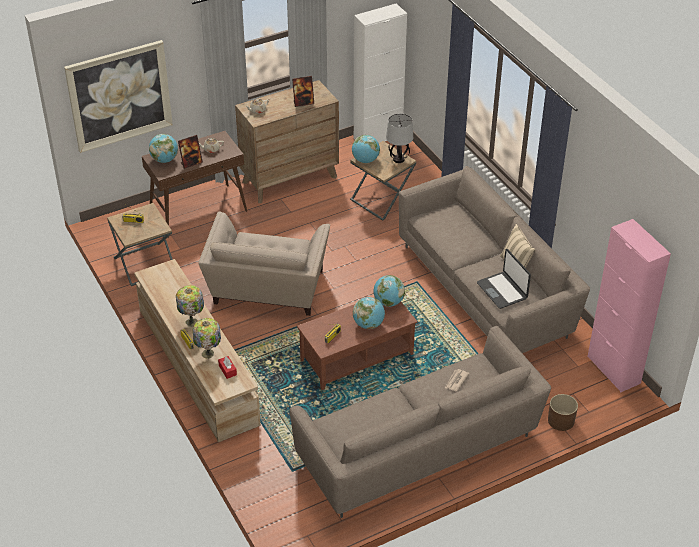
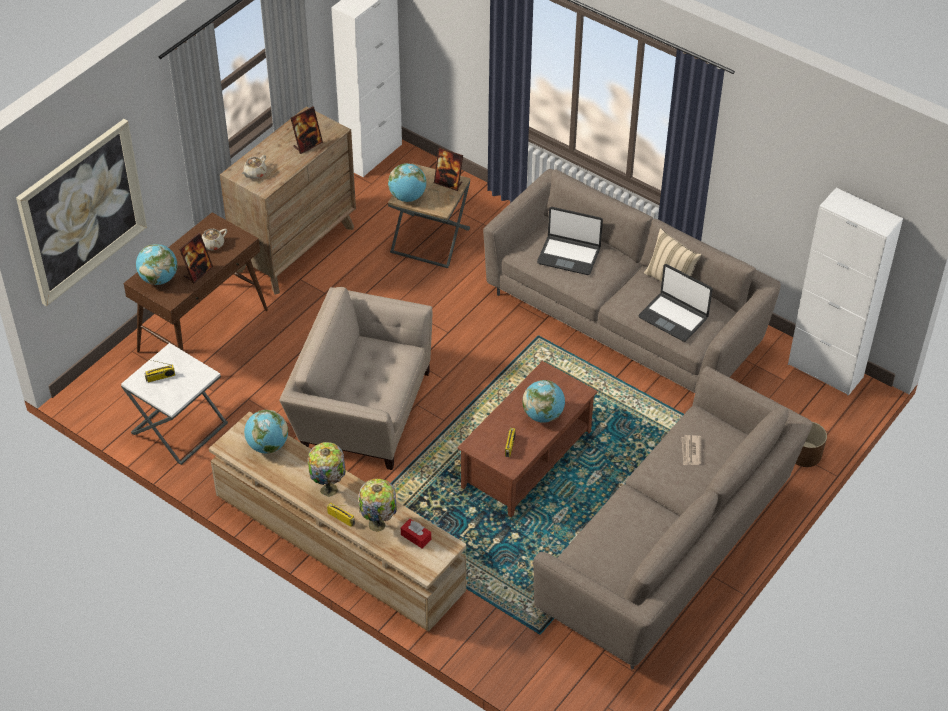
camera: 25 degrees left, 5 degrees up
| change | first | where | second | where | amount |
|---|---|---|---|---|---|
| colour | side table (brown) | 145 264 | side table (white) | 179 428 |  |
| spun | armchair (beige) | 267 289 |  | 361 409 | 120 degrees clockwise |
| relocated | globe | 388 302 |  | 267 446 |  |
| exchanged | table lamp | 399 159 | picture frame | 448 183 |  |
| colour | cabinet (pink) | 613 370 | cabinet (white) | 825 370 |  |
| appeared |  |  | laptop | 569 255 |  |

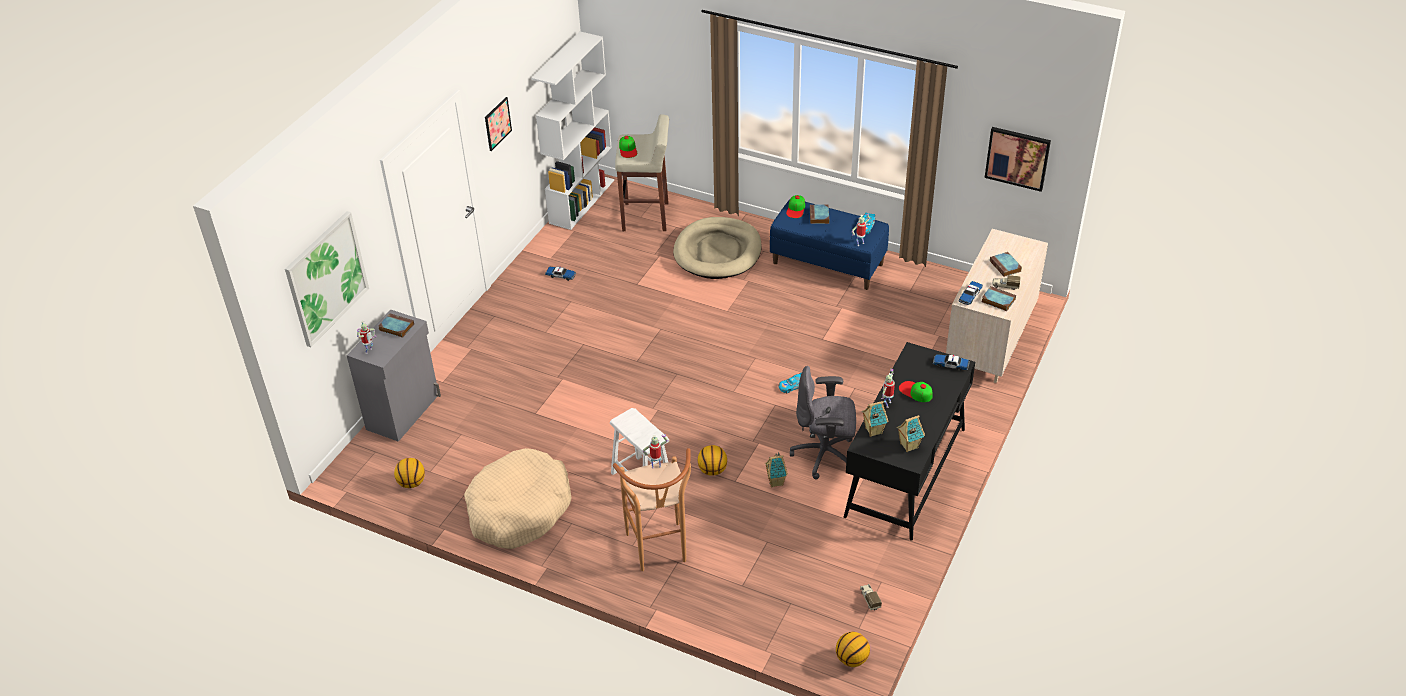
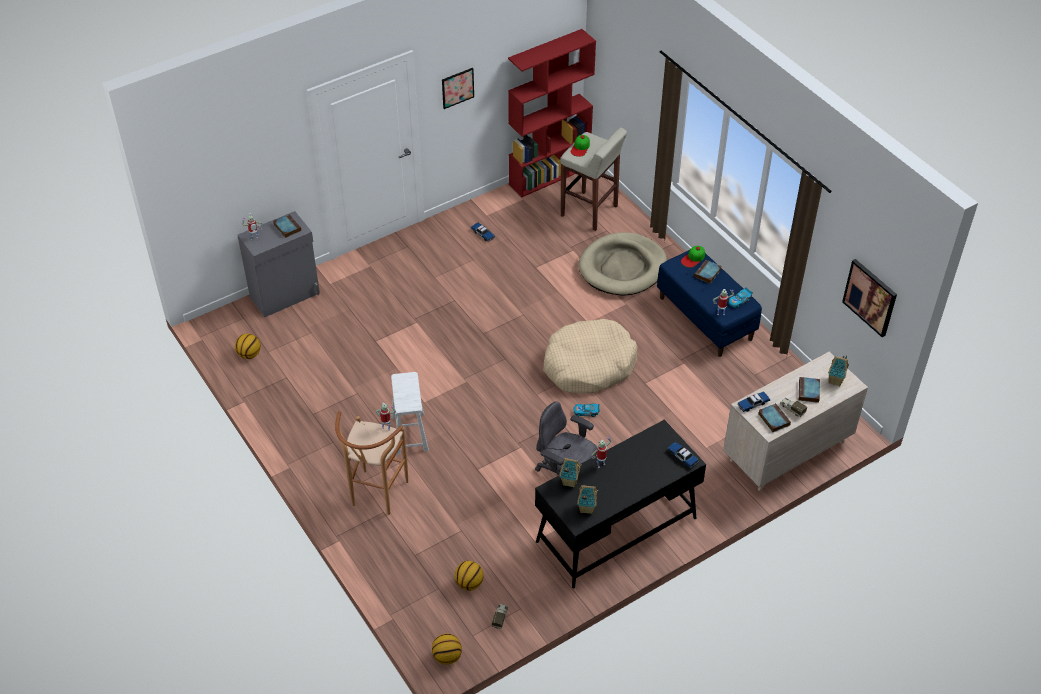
camera: 30 degrees right, 5 degrees up
| change | first | where | second | where | amount |
|---|---|---|---|---|---|
| missing | picture | 326 278 |  |  |  |
| relocated | dog bed (beige) | 519 509 |  | 588 365 |  |
| colour | bookcase (white) | 581 201 | bookcase (red) | 549 175 |  |
| relocated | basketball | 712 470 |  | 469 583 |  |
| relocated | toy house | 776 482 |  | 836 381 |  |
| missing | cap | 915 392 |  |  |  |

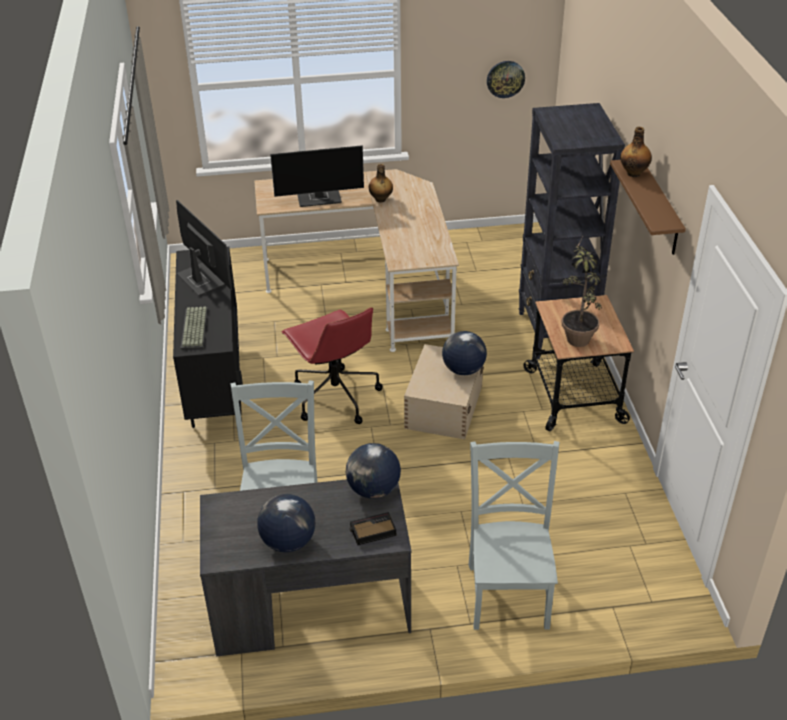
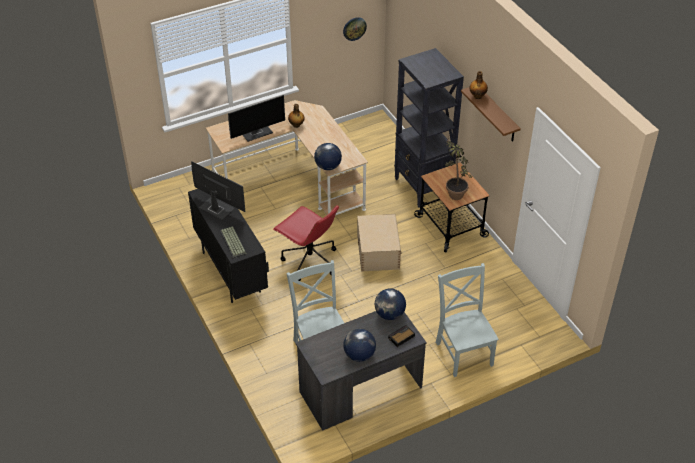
camera: 20 degrees left, 5 degrees up
| change | first | where | second | where | amount |
|---|---|---|---|---|---|
| relocated | globe | 463 370 |  | 328 167 |  |

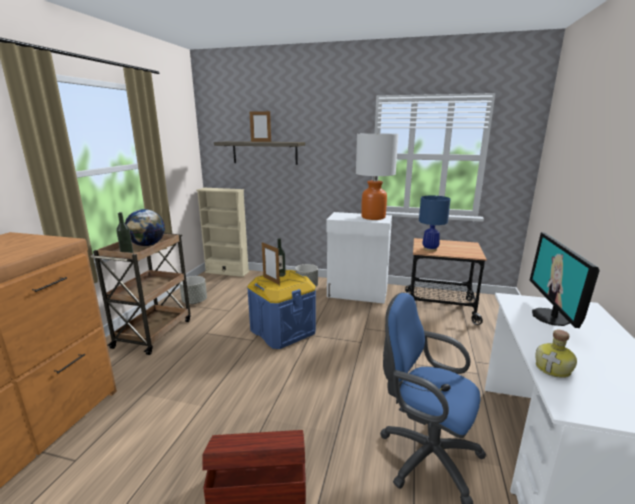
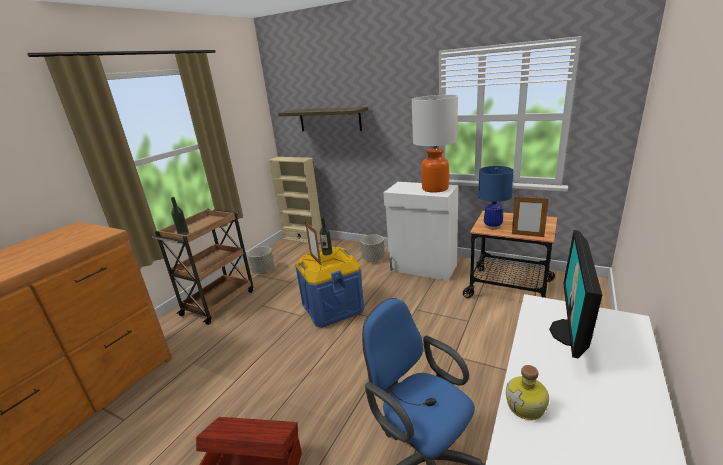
camera: 15 degrees right, 5 degrees up
| change | first | where | second | where | amount |
|---|---|---|---|---|---|
| missing | globe | 147 245 |  |  |  |
| relocated | picture frame | 261 141 |  | 527 235 |  |

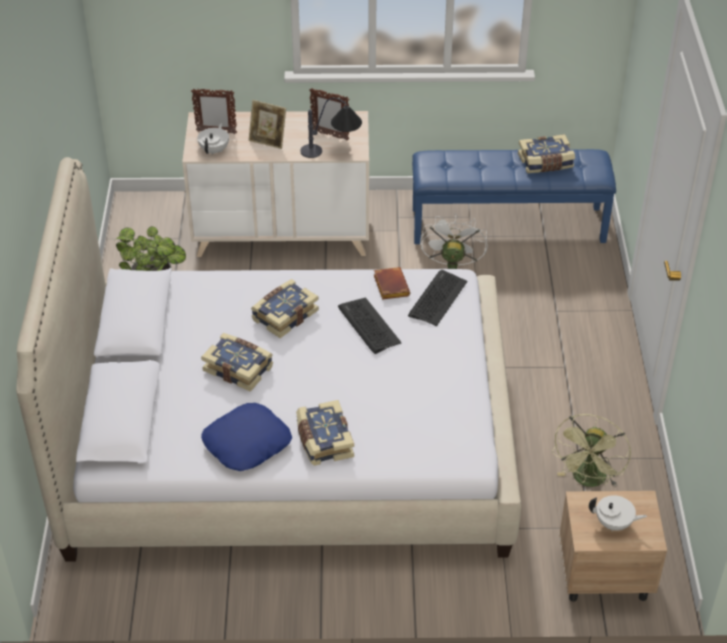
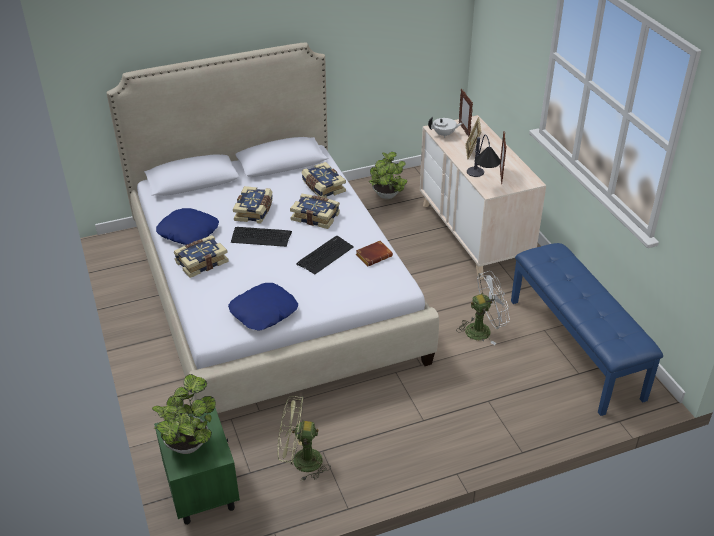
camera: 70 degrees right, 5 degrees down
| change | first | where | second | where | amount |
|---|---|---|---|---|---|
| relocated | keyboard | 437 298 |  | 261 237 |  |
| relocated | book | 545 162 |  | 323 187 |  |
| colour | nightstand (beige) | 603 575 | nightstand (green) | 202 491 |  |
| exchanged | teapot (white) | 614 524 | potted plant | 188 442 |  |
| appeared |  |  | pillow (blue) | 264 312 |  |

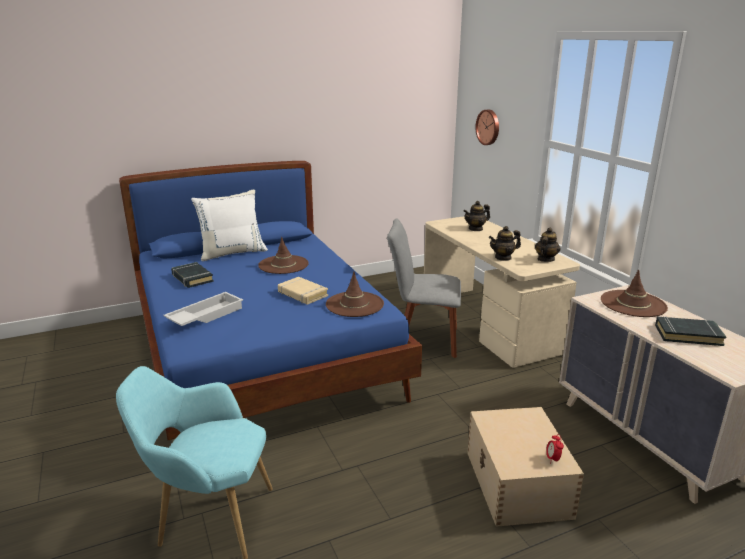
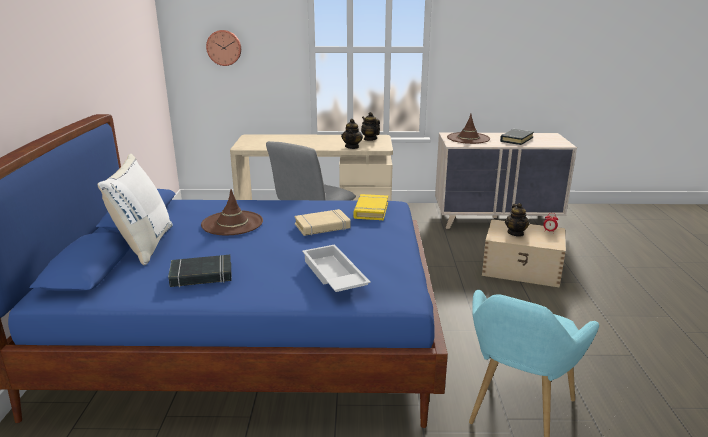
camera: 65 degrees left, 0 degrees up
| change | first | where | second | where | amount |
|---|---|---|---|---|---|
| exchanged | hat (brown) | 354 304 | book (yellow) | 371 210 |  |
| relocated | teapot | 476 229 |  | 516 233 |  |

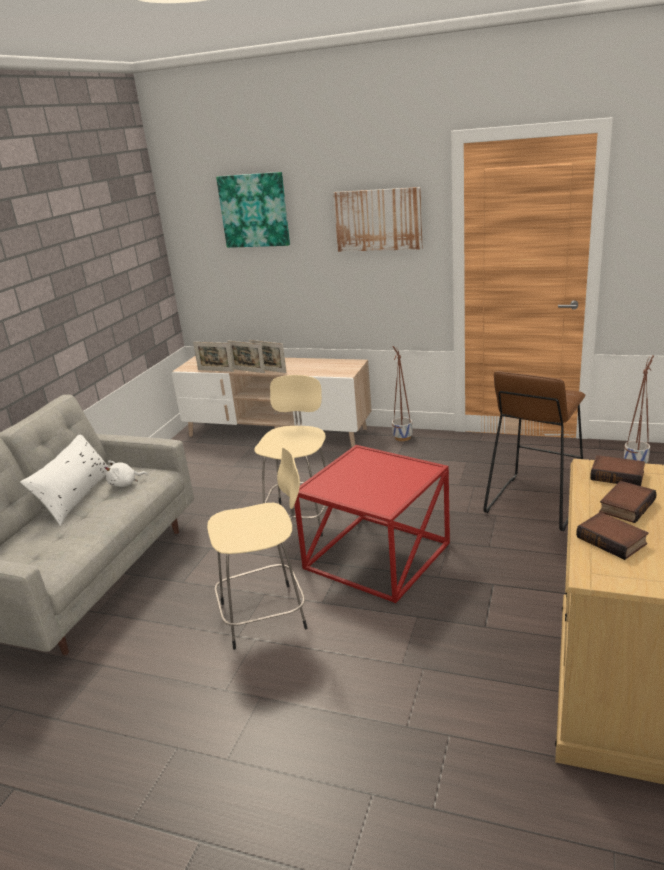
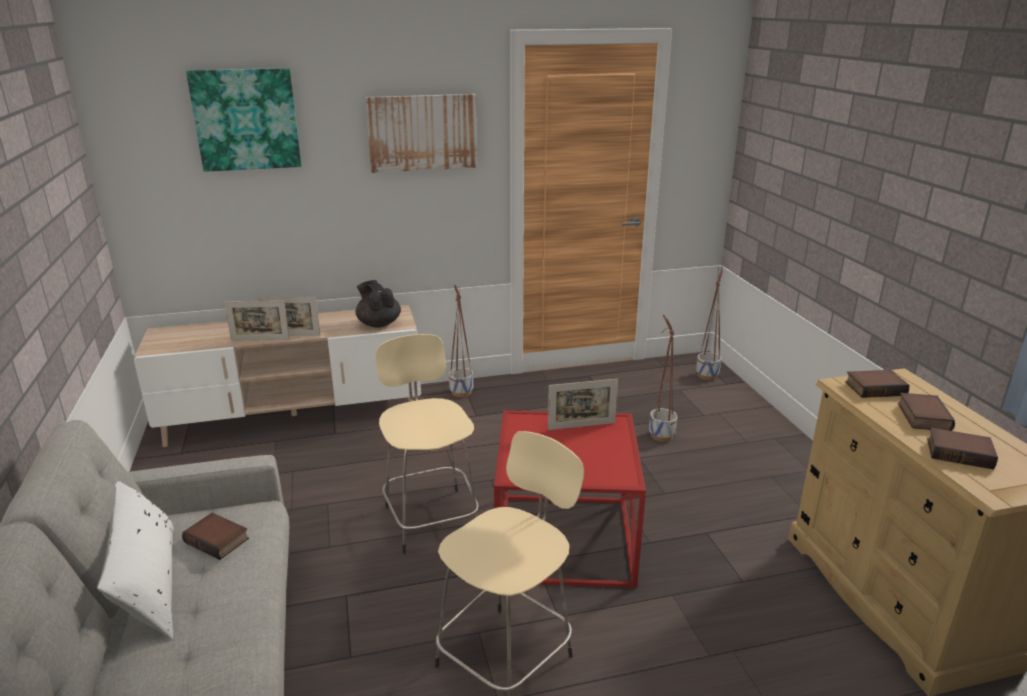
camera: 35 degrees left, 0 degrees up
| change | first | where | second | where | amount |
|---|---|---|---|---|---|
| exchanged | plush toy (white) | 125 484 | book | 218 540 |  |
| relocated | picture frame | 215 370 |  | 581 426 |  |
| exchanged | stool (brown) | 534 503 | planter | 661 436 |  |
| appeared |  |  | teapot (black) | 378 324 |  |

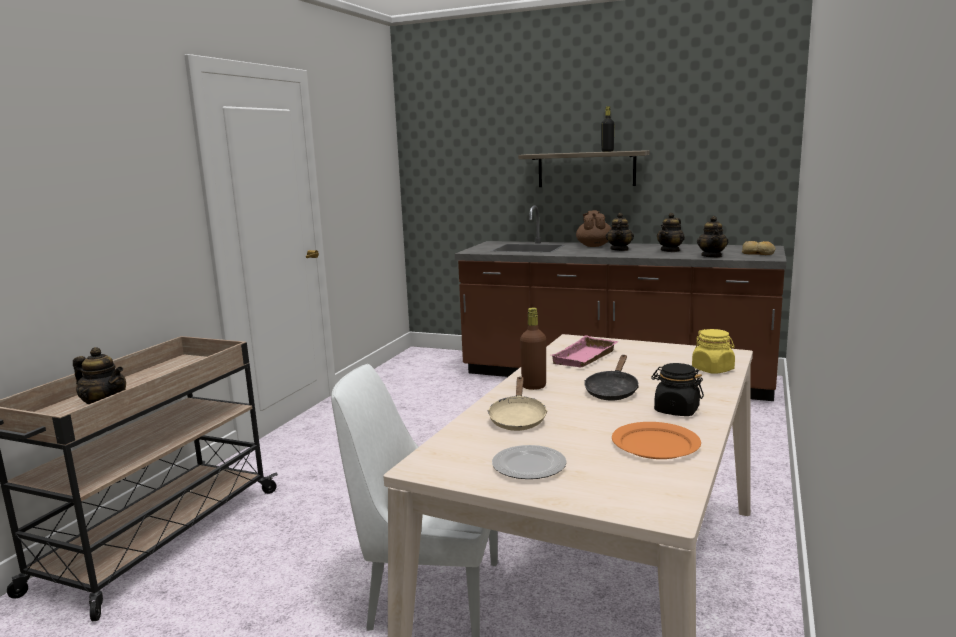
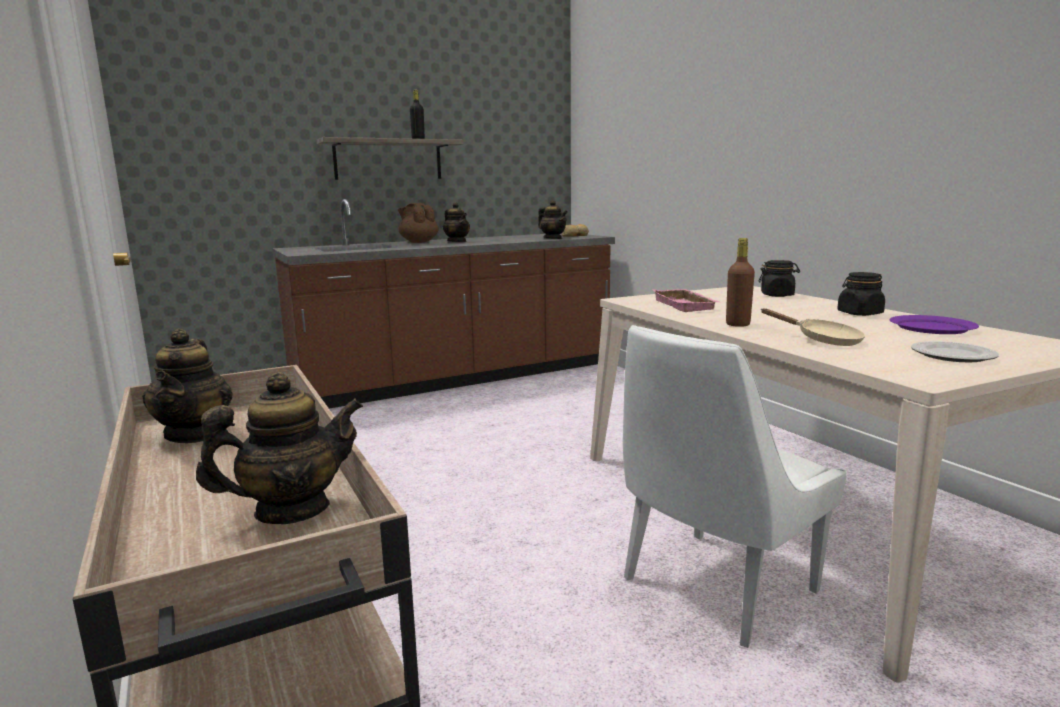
camera: 50 degrees left, 0 degrees up
| change | first | where | second | where | amount |
|---|---|---|---|---|---|
| missing | frying pan (black) | 612 391 |  |  |  |
| colour | plate (orange) | 656 444 | plate (purple) | 932 327 |  |
| relocated | teapot | 670 250 |  | 195 434 |  |
| colour | jar (yellow) | 713 369 | jar (black) | 777 295 |  |

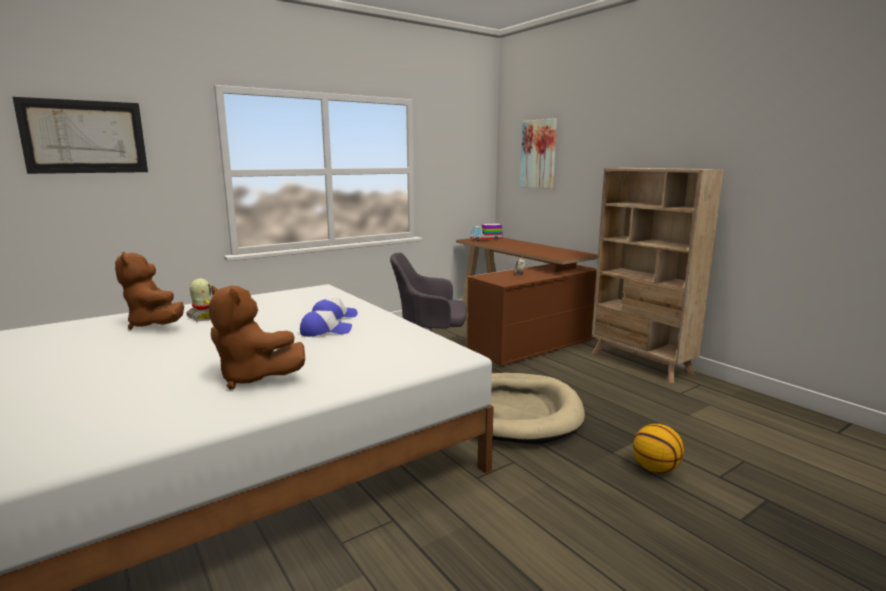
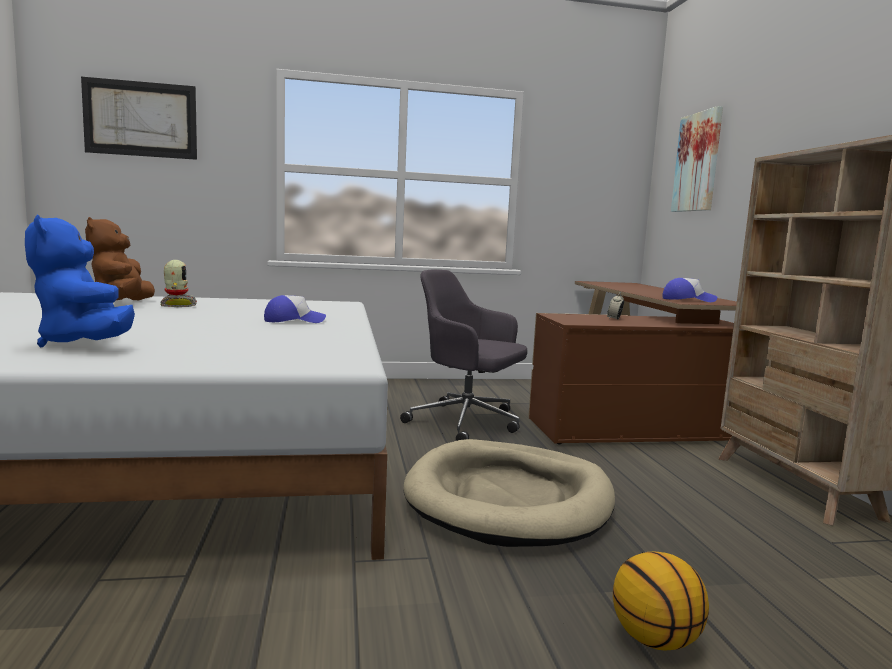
camera: 25 degrees right, 5 degrees down
| change | first | where | second | where | amount |
|---|---|---|---|---|---|
| colour | plush toy (brown) | 253 378 | plush toy (blue) | 85 344 |  |
| relocated | cap | 325 331 |  | 688 300 |  |
| missing | toy truck | 486 239 |  |  |  |

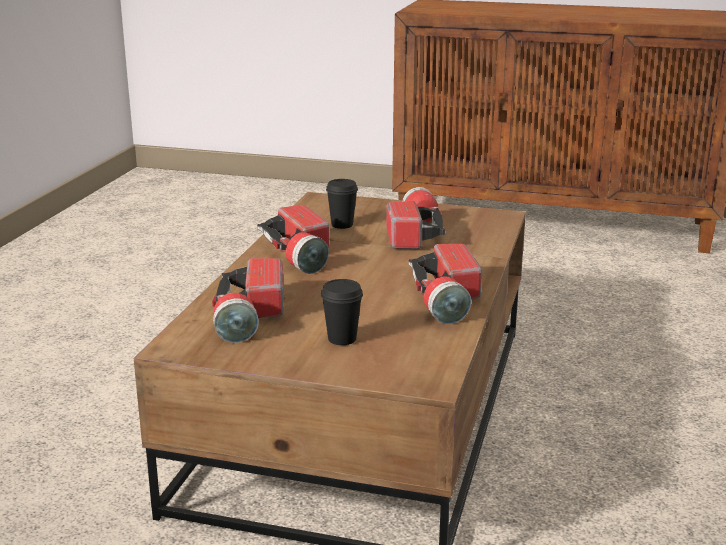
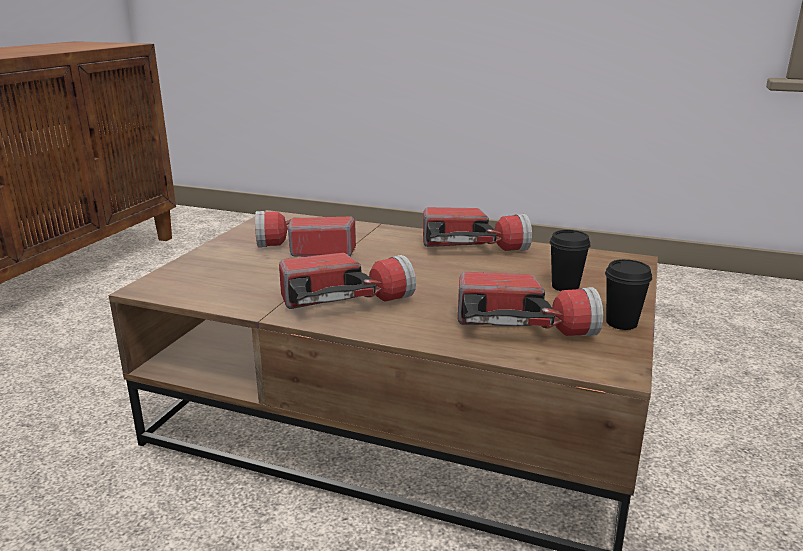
camera: 85 degrees left, 0 degrees up
| change | first | where | second | where | amount |
|---|---|---|---|---|---|
| relocated | cup (black) | 342 225 |  | 621 323 |  |

